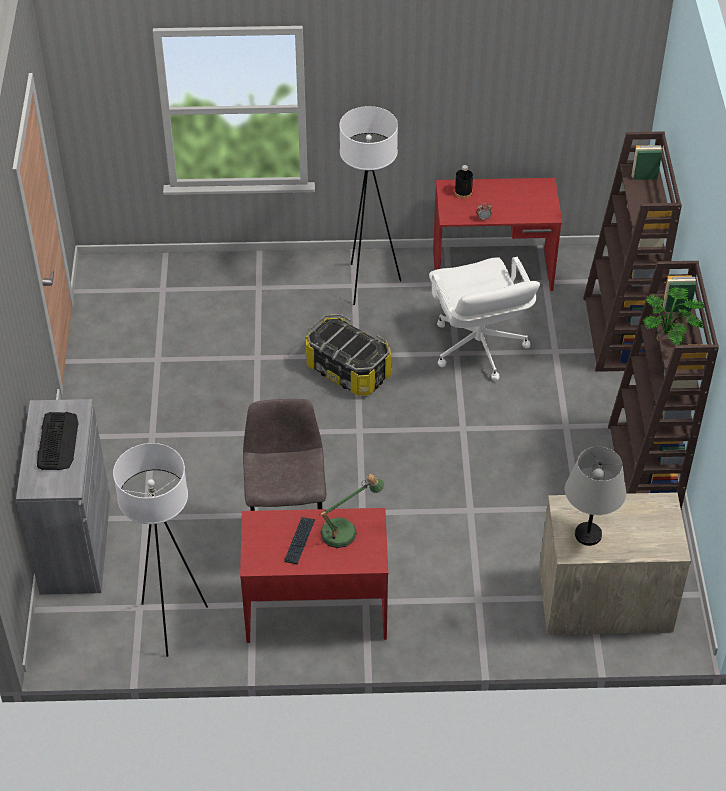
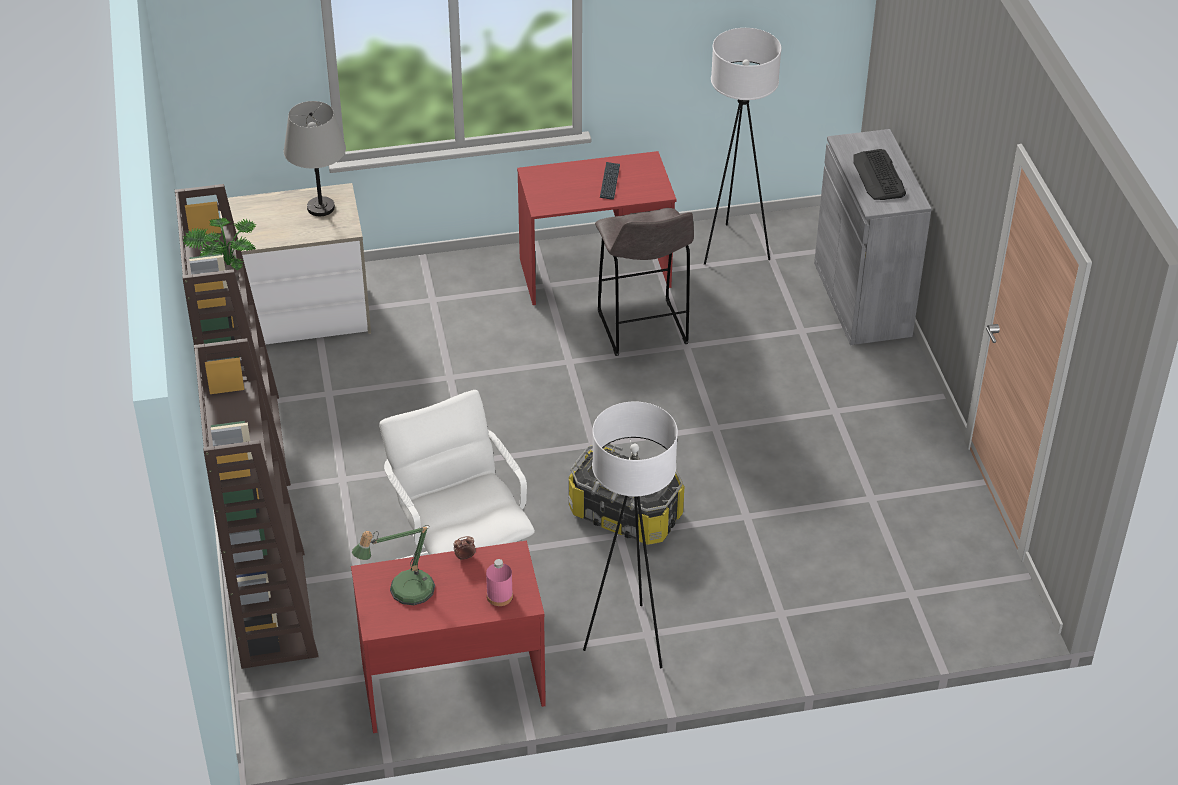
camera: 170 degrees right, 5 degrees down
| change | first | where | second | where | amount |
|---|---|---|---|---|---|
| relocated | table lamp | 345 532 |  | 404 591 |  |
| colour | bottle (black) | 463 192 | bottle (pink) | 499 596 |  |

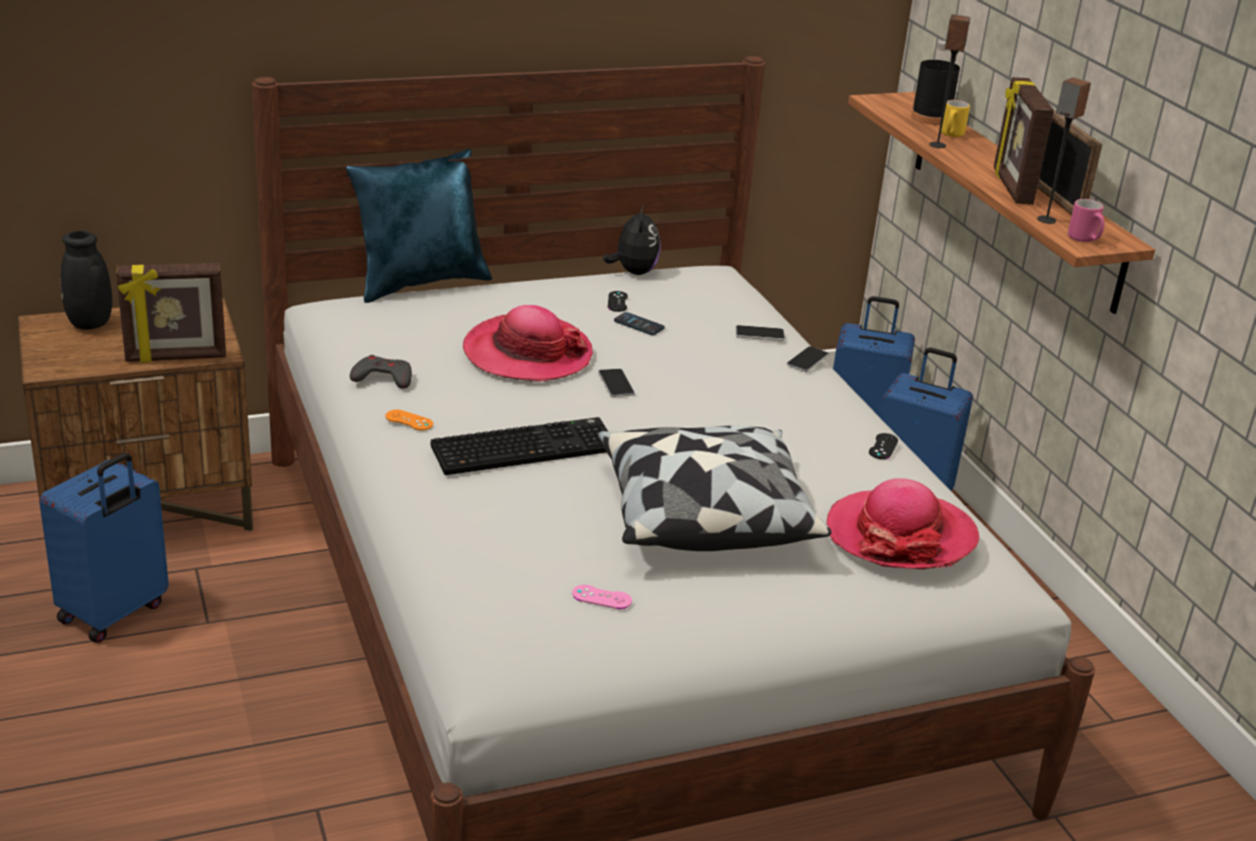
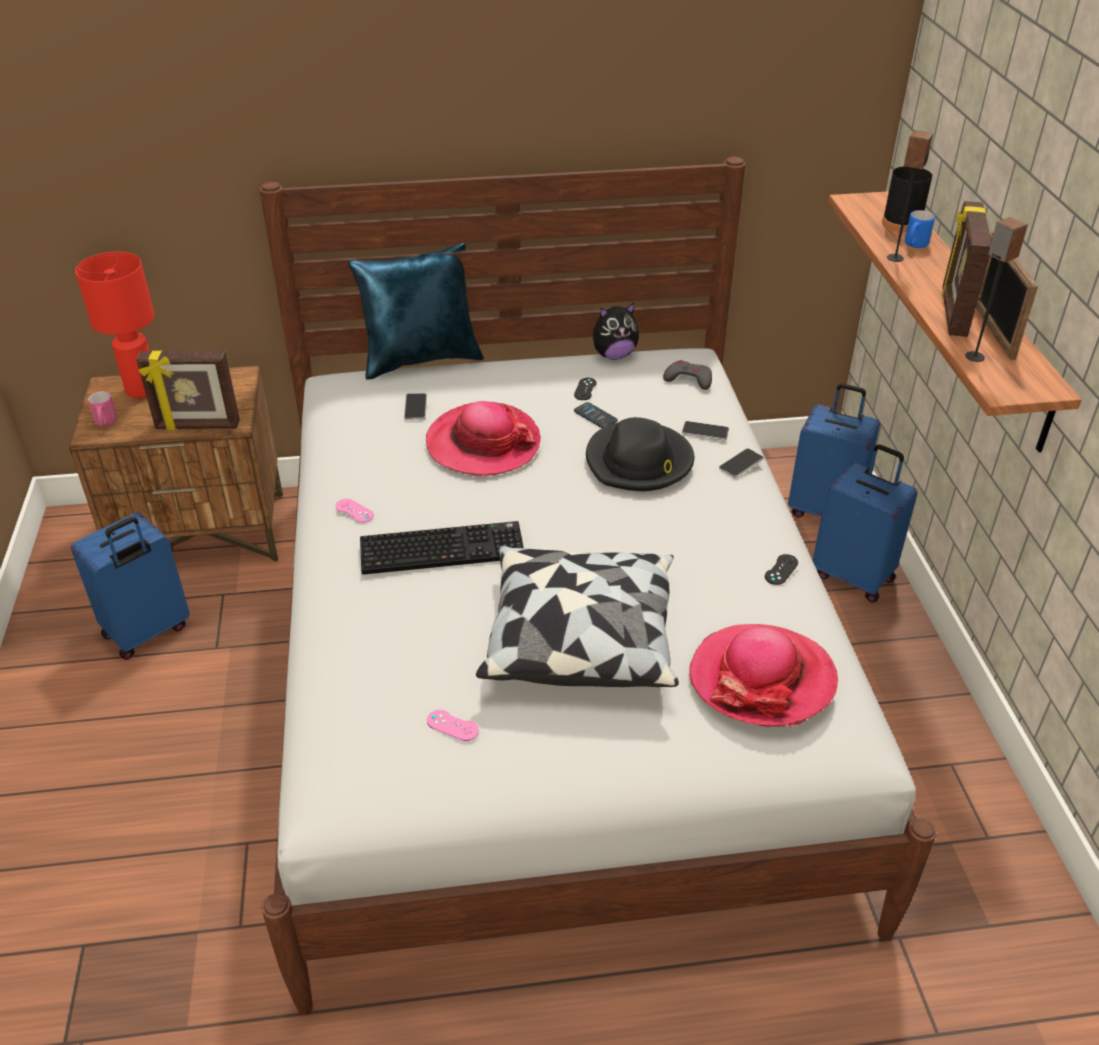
camera: 15 degrees right, 10 degrees up
| change | first | where | second | where | amount |
|---|---|---|---|---|---|
| exchanged | vase (black) | 89 326 | table lamp (red) | 141 390 |  |
| relocated | game controller (grey) | 383 378 |  | 688 379 |  |
| colour | game controller (orange) | 409 420 | game controller (pink) | 354 511 |  |
| relocated | phone | 616 384 |  | 415 407 |  |
| spun | plush toy | 633 272 |  | 614 355 | 60 degrees clockwise |
| colour | mug (yellow) | 950 135 | mug (blue) | 914 245 |  |
| relocated | mug (pink) | 1084 240 |  | 106 423 |  |
| appeared |  |  | hat (black) | 639 462 |  |

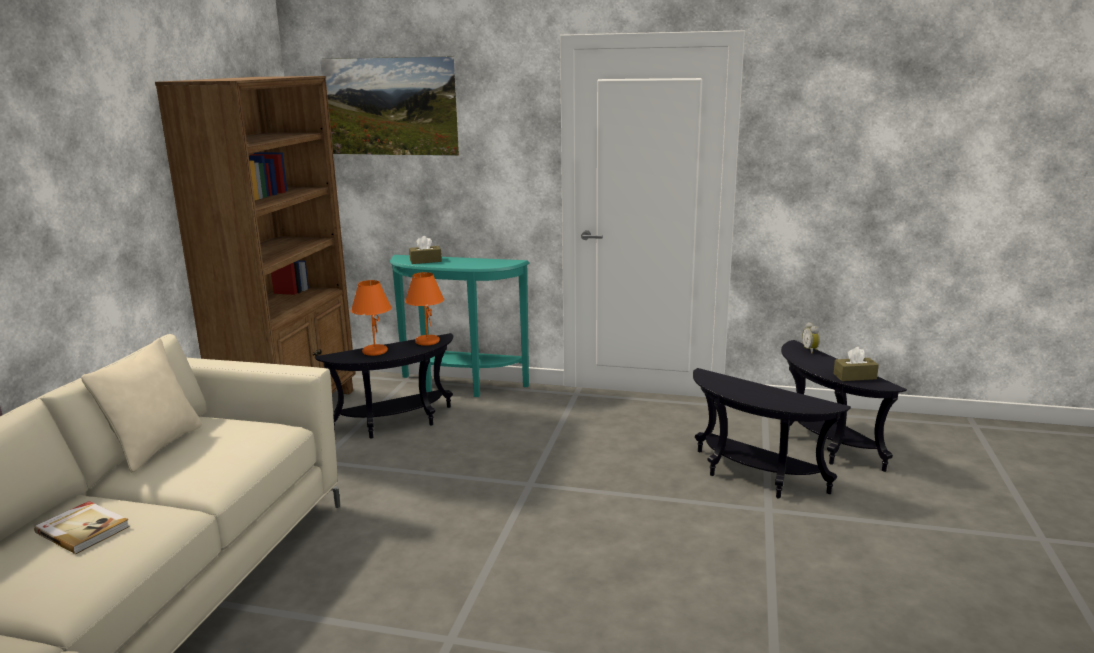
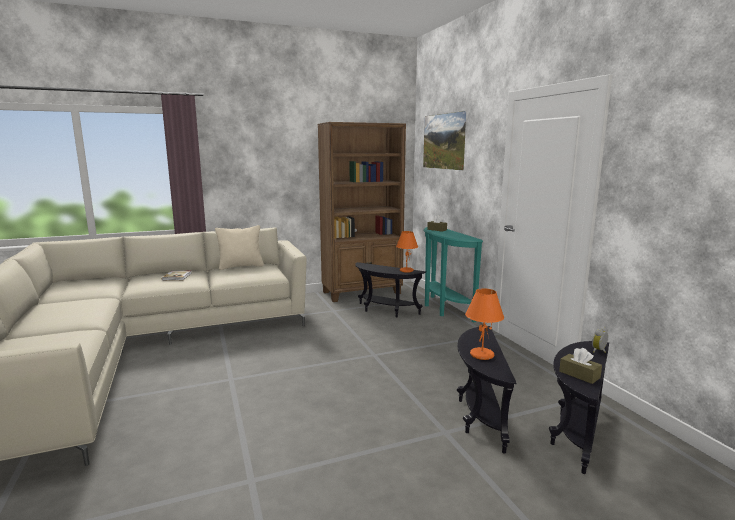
camera: 55 degrees right, 5 degrees down
| change | first | where | second | where | amount |
|---|---|---|---|---|---|
| relocated | table lamp (orange) | 374 351 |  | 482 355 |  |

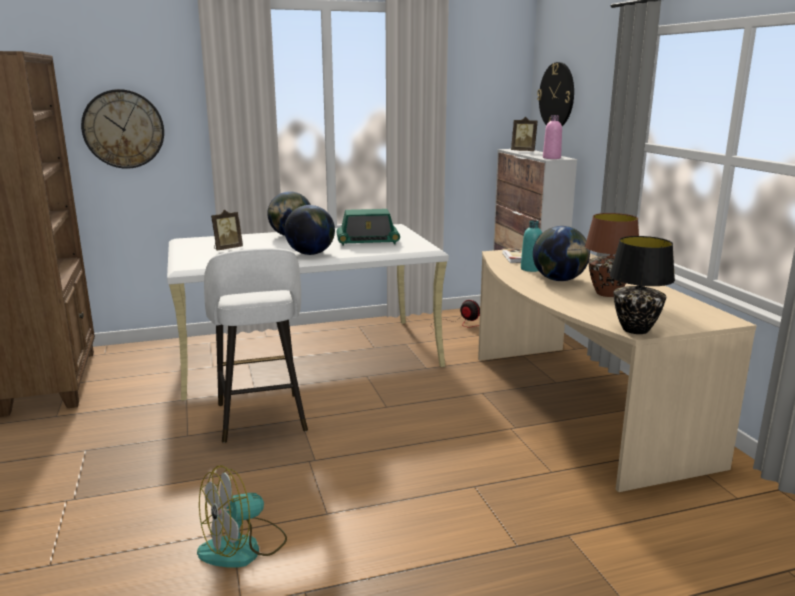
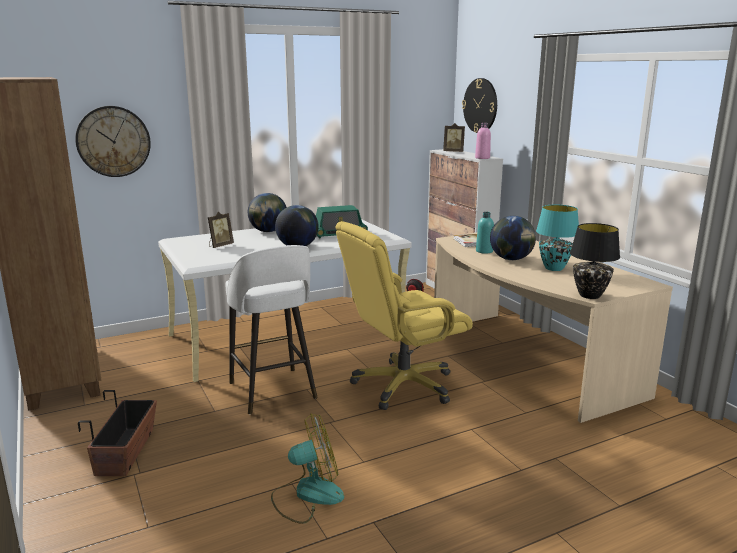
camera: 10 degrees left, 0 degrees up
| change | first | where | second | where | amount |
|---|---|---|---|---|---|
| spun | fan | 243 547 |  | 307 495 | 150 degrees counterclockwise |
| colour | table lamp (brown) | 607 294 | table lamp (turquoise) | 553 268 |  |
| appeared |  |  | planter | 126 452 |  |
| appeared |  |  | office chair (yellow) | 402 386 |  |

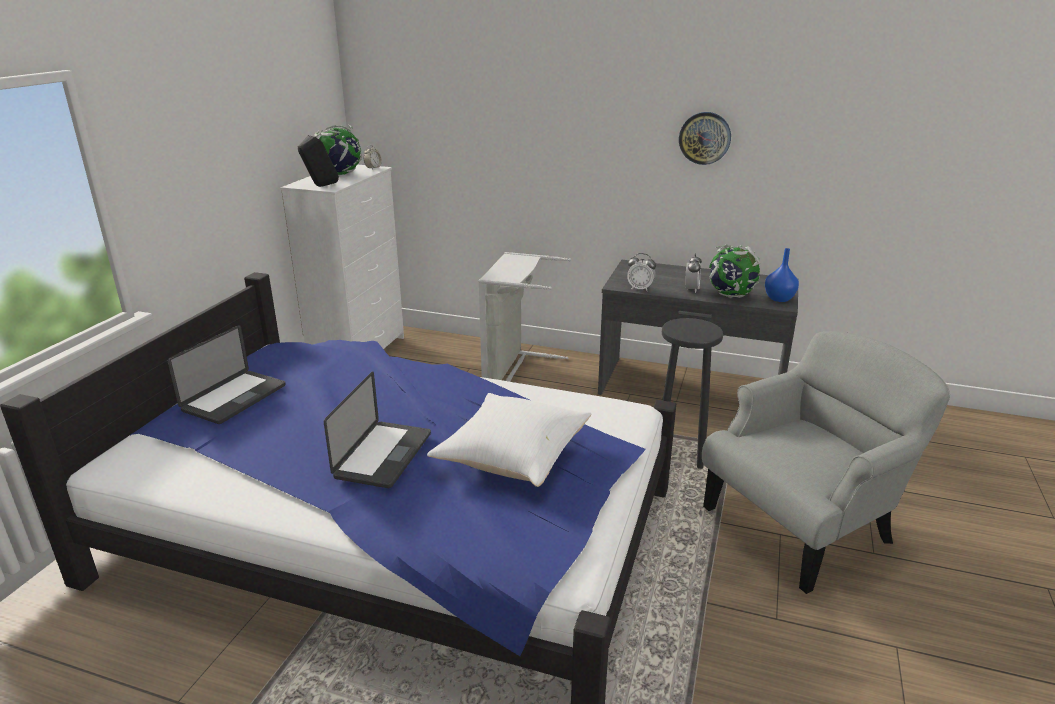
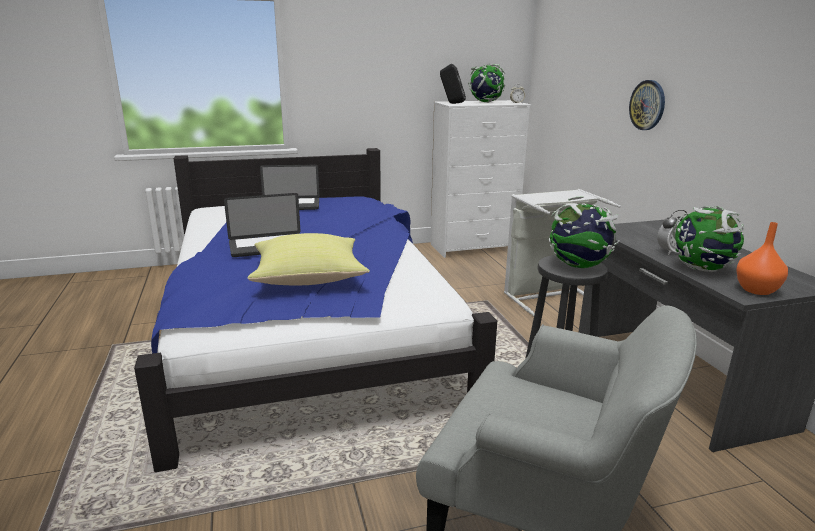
camera: 55 degrees right, 5 degrees down
| change | first | where | second | where | amount |
|---|---|---|---|---|---|
| colour | pillow (white) | 512 457 | pillow (yellow) | 309 278 |  |
| missing | alarm clock | 640 289 |  |  |  |
| relocated | wall clock | 704 138 |  | 647 105 |  |
| colour | vase (blue) | 778 298 | vase (orange) | 755 290 |  |
| appeared |  |  | globe | 579 266 |  |

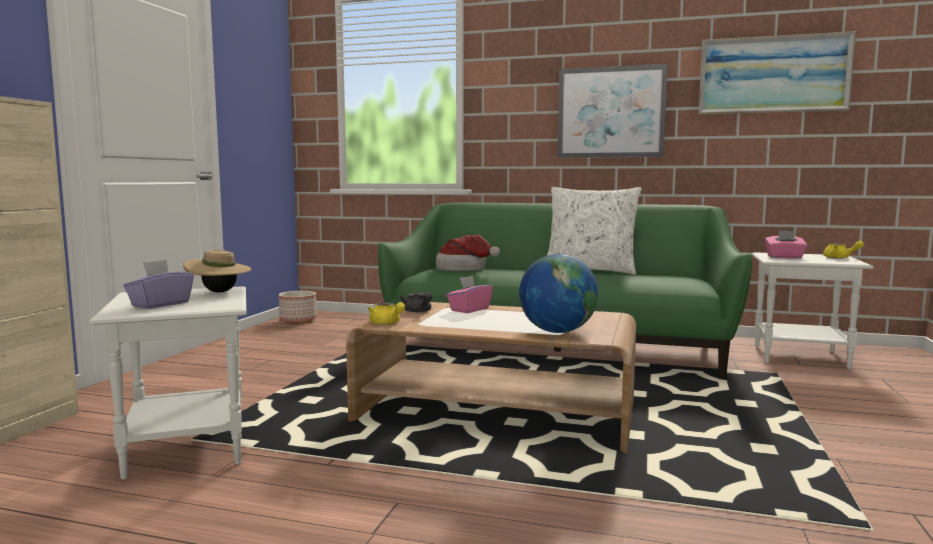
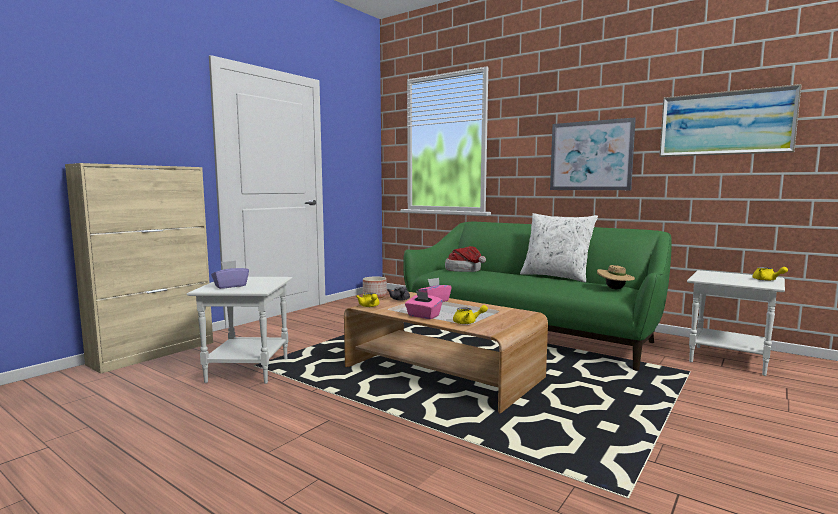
camera: 20 degrees right, 0 degrees up
| change | first | where | second | where | amount |
|---|---|---|---|---|---|
| relocated | hat (beige) | 219 292 |  | 615 289 |  |
| exchanged | globe | 557 332 | teapot (yellow) | 468 322 |  |
| relocated | tissue box (pink) | 784 257 |  | 423 316 |  |

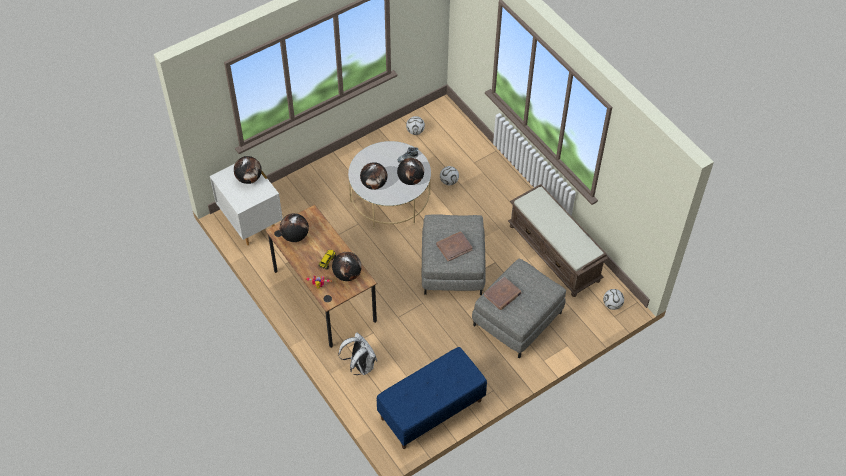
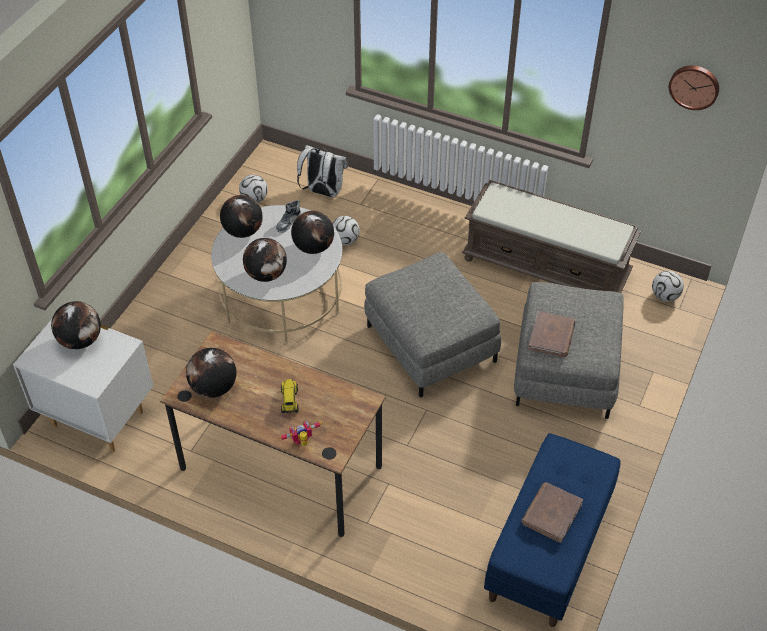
camera: 30 degrees left, 5 degrees down
| change | first | where | second | where | amount |
|---|---|---|---|---|---|
| relocated | globe | 347 274 |  | 243 231 |  |
| relocated | backpack (white) | 360 366 |  | 323 192 |  |
| relocated | book (brown) | 454 247 |  | 551 513 |  |
| appeared |  |  | wall clock | 694 86 |  |

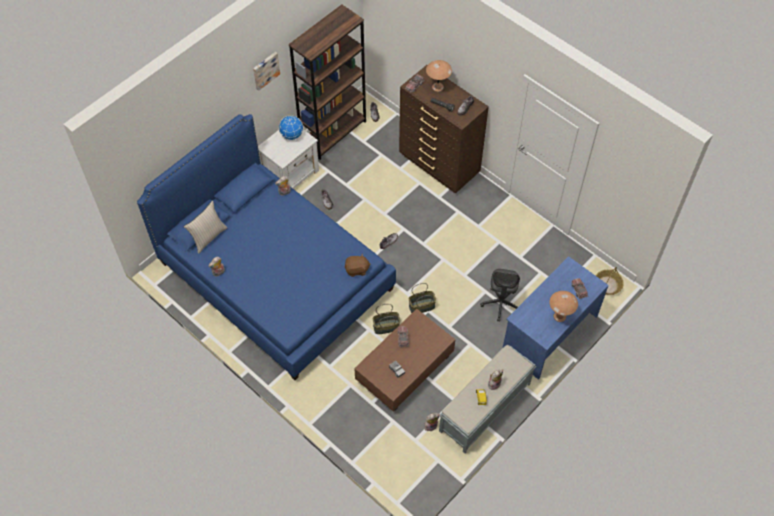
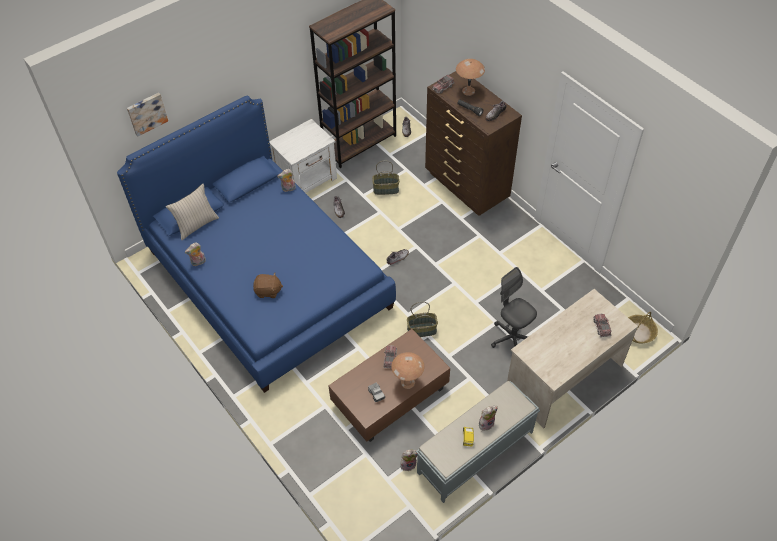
camera: 10 degrees right, 5 degrees down
| change | first | where | second | where | amount |
|---|---|---|---|---|---|
| relocated | picture | 265 70 |  | 146 113 |  |
| missing | globe | 292 135 |  |  |  |
| relocated | plush toy (brown) | 357 270 |  | 268 291 |  |
| relocated | basket | 386 326 |  | 386 189 |  |
| spun | office chair (grey) | 500 304 |  | 512 338 | 120 degrees clockwise |
| colour | desk (blue) | 549 333 | desk (beige) | 563 377 |  |
| relocated | table lamp (brown) | 559 316 |  | 408 382 |  |

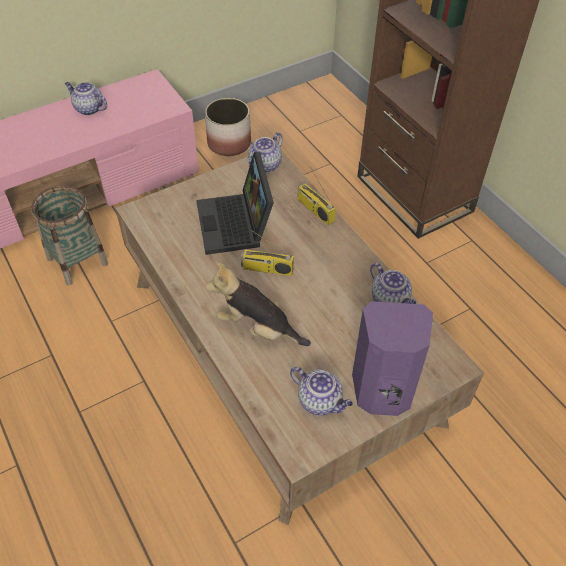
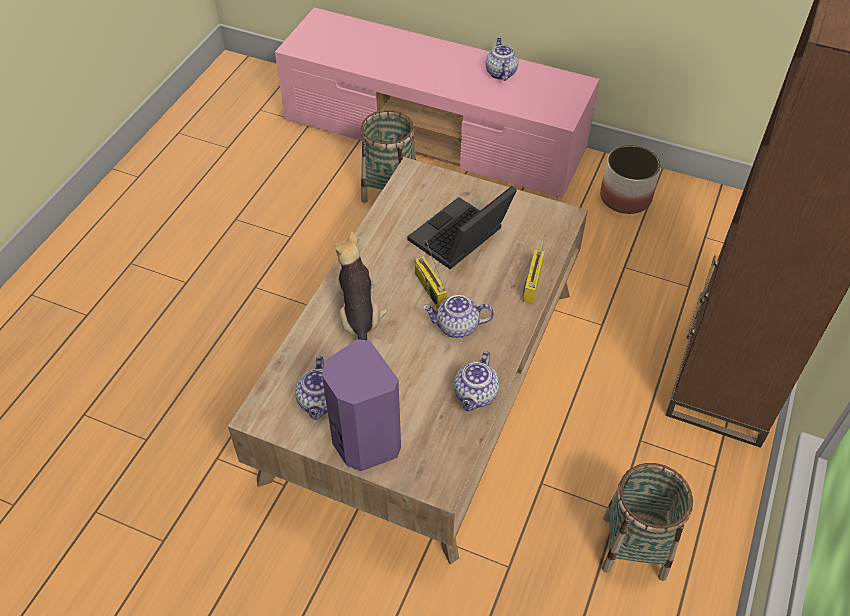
camera: 55 degrees right, 0 degrees up
| change | first | where | second | where | amount |
|---|---|---|---|---|---|
| relocated | teapot | 265 165 |  | 457 327 |  |
| appeared |  |  | basket | 634 547 |  |

